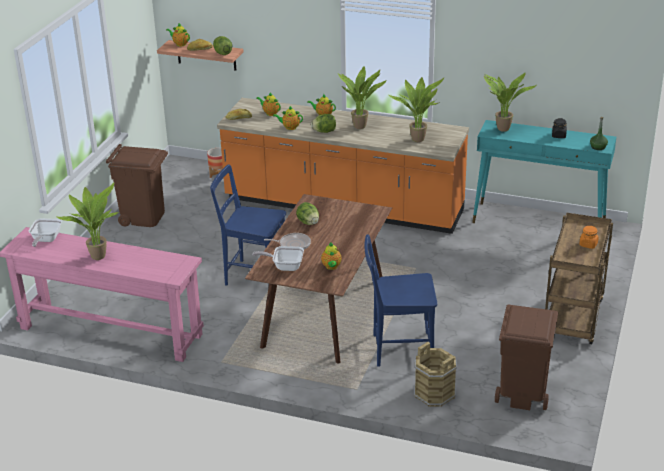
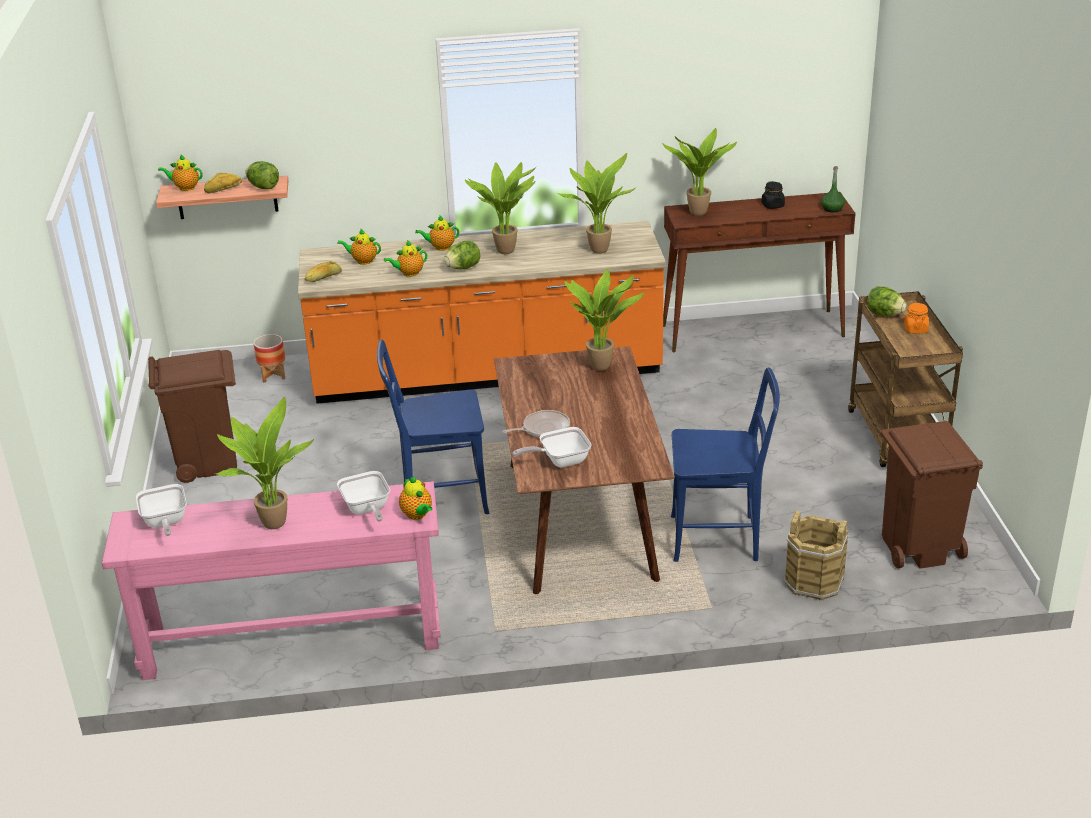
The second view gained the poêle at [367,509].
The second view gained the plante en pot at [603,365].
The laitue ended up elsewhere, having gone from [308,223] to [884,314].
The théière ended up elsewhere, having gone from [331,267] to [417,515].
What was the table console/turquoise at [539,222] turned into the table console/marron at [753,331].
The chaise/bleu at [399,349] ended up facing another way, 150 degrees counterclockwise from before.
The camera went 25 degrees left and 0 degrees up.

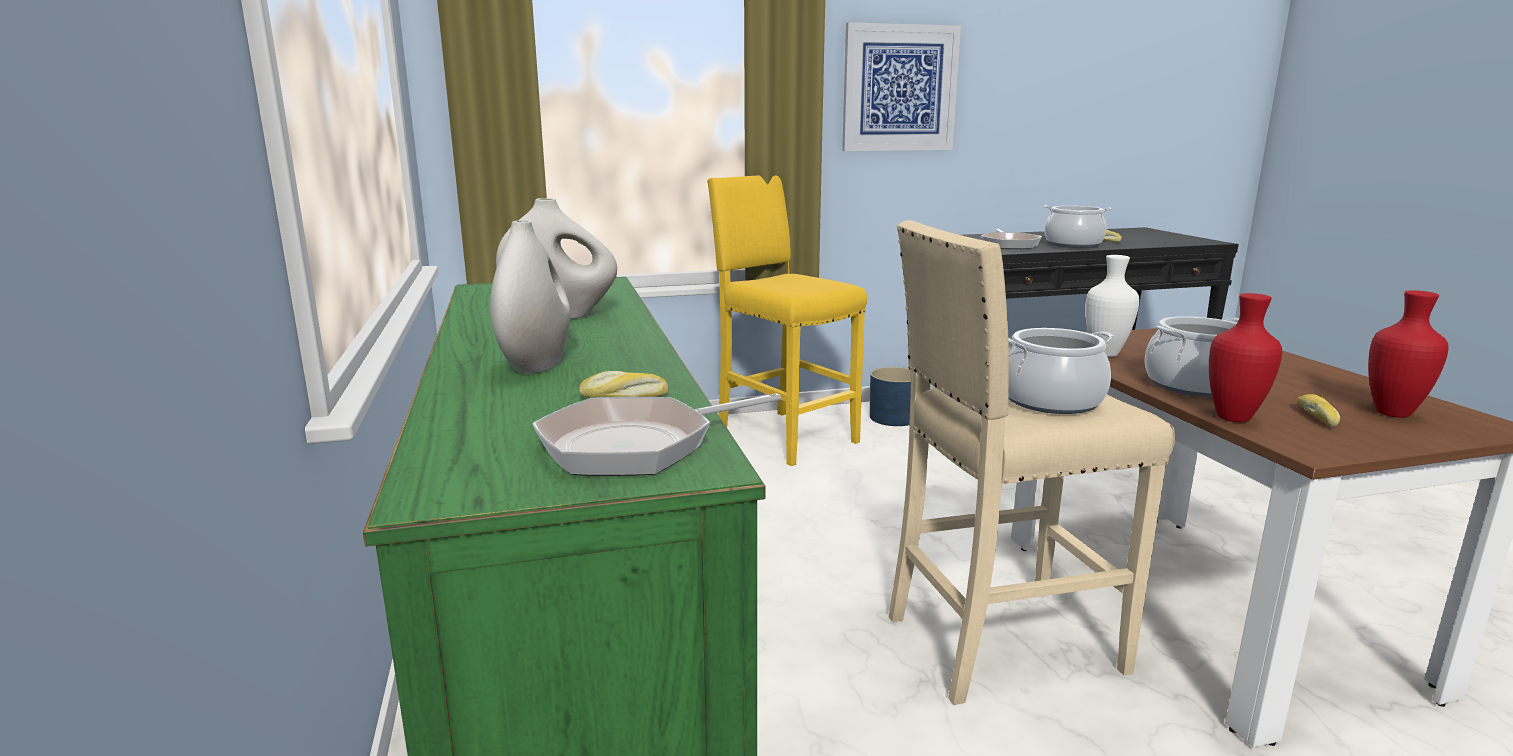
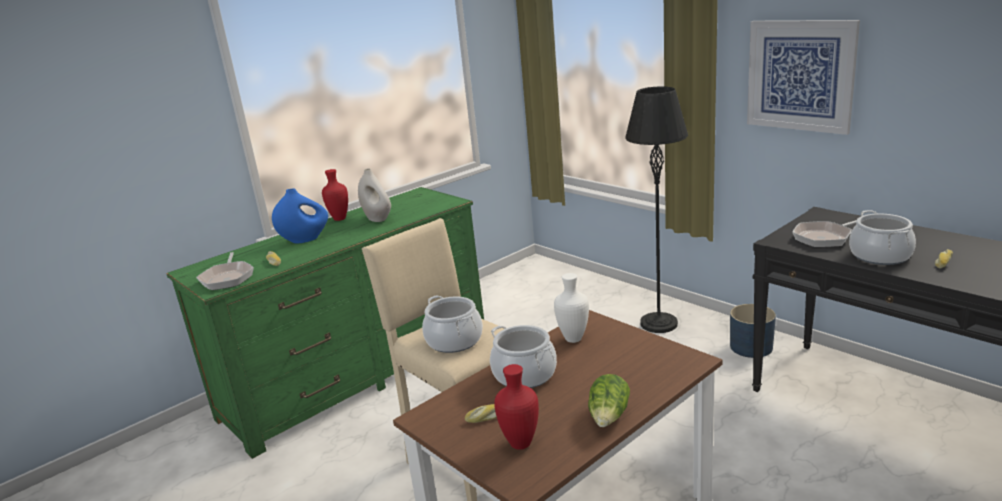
The second view gained the laitue at [609,417].
The vase/rouge ended up elsewhere, having gone from [1234,417] to [340,219].
Where the tabouret/jaune stood at [784,436], the lampadaire/noir came to stand at [659,323].
What was the vase/blanc at [536,364] turned into the vase/bleu at [305,239].
The poêle at [637,445] ended up facing another way, 135 degrees counterclockwise from before.
The camera went 65 degrees right and 5 degrees up.

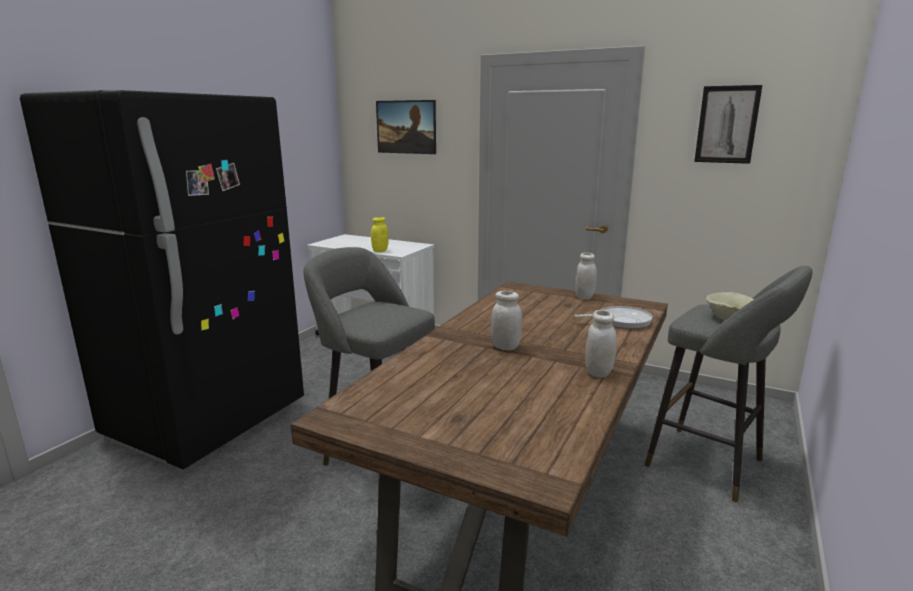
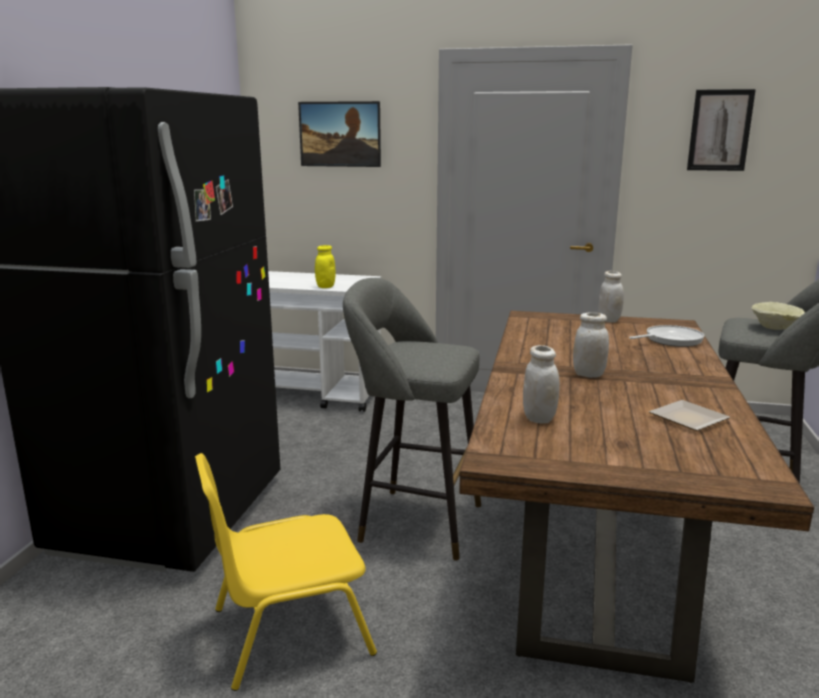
The second view gained the chaise/jaune at [288,630].
The second view gained the assiette at [689,420].
The bocal/blanc ended up elsewhere, having gone from [598,372] to [539,418].
The camera went 15 degrees left and 0 degrees up.

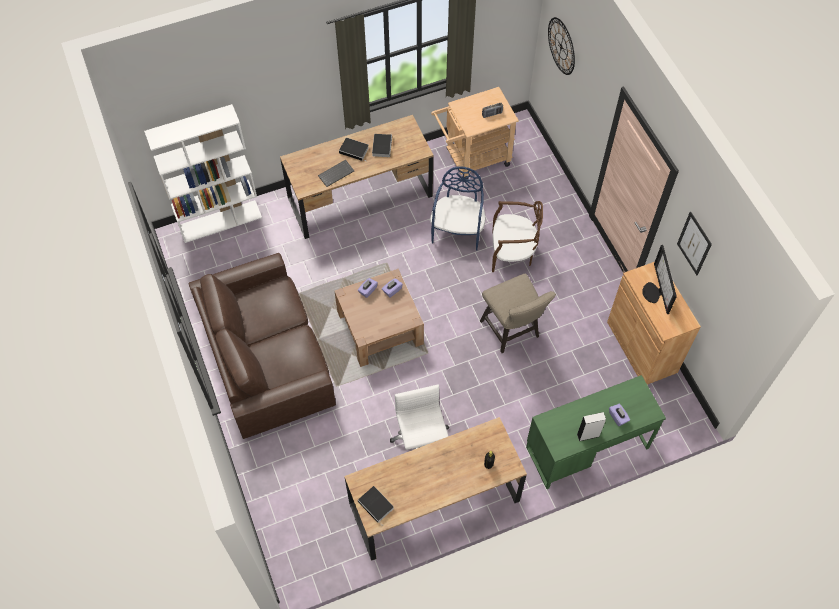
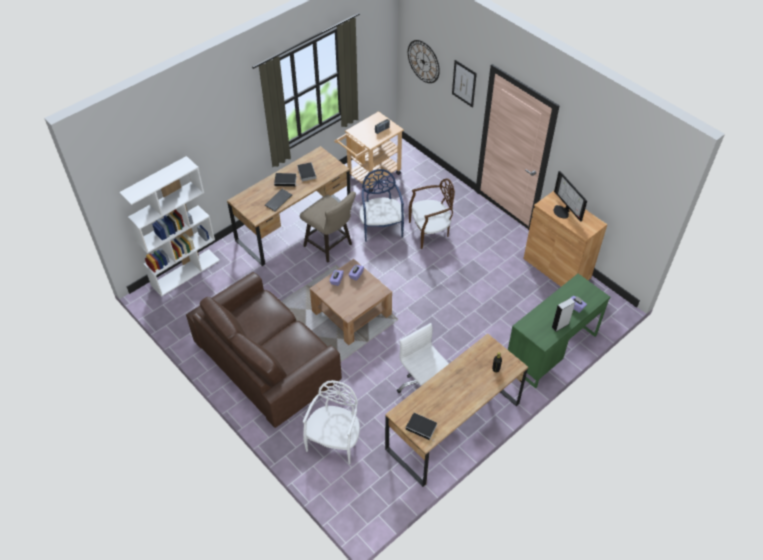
The second view gained the chaise/blanc at [334,440].
The tabouret/beige ended up elsewhere, having gone from [512,332] to [330,246].
The tableau ended up elsewhere, having gone from [694,243] to [464,83].
The camera went 20 degrees left and 10 degrees down.

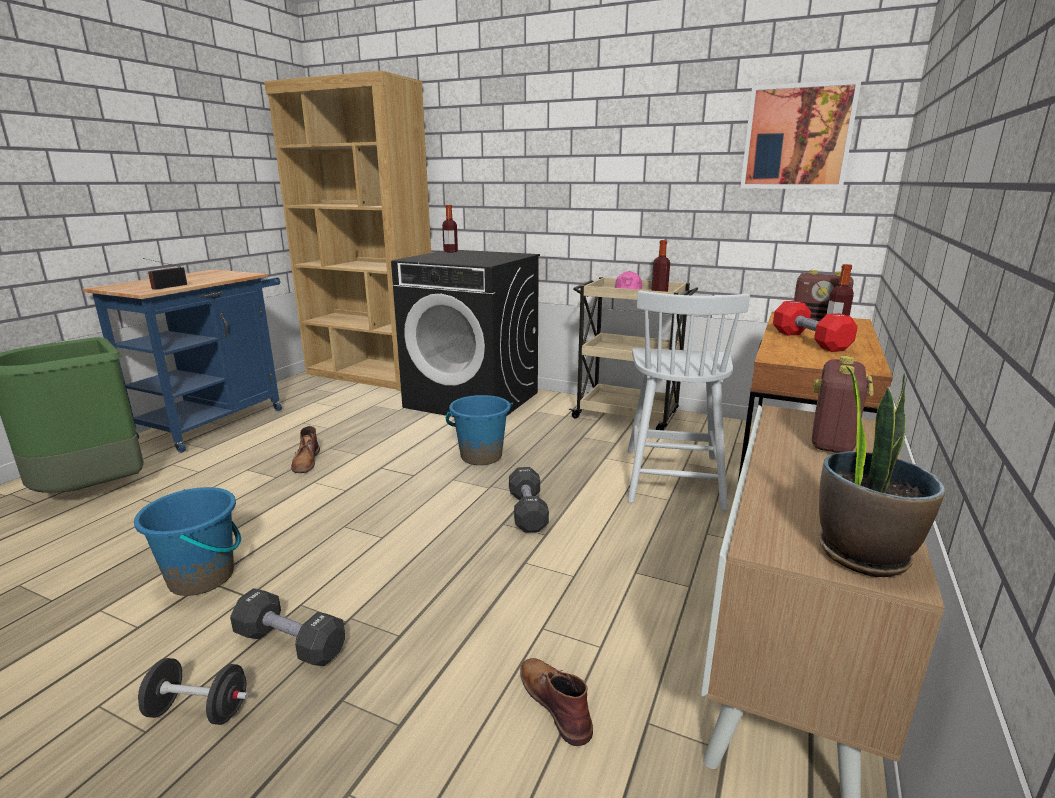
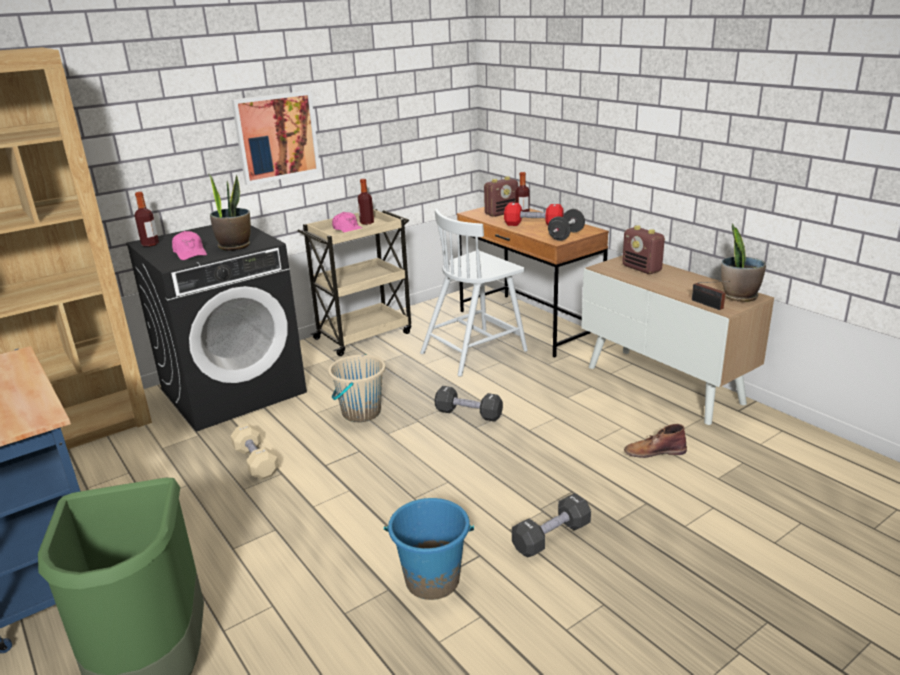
The second view lost the botte/marron at [306,461].
The second view gained the casquette/rose at [190,253].
The second view gained the plante en pot at [234,246].
The second view gained the haltère/beige at [256,462].
The haltère/noir ended up elsewhere, having gone from [198,710] to [566,236].
The radio ended up elsewhere, having gone from [167,287] to [708,305].
The tableau ended up elsewhere, having gone from [797,137] to [276,137].
What was the seau/bleu at [481,456] turned into the seau/beige at [361,412].
The chaise/blanc at [672,477] ended up facing another way, 105 degrees clockwise from before.
The camera went 60 degrees left and 5 degrees up.

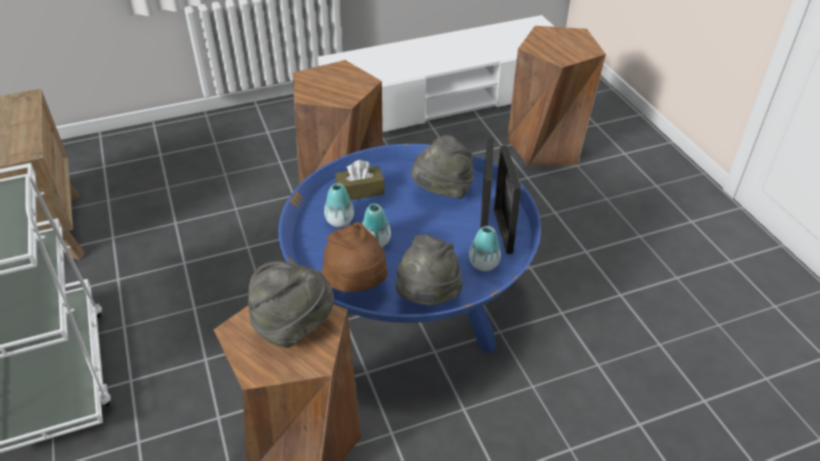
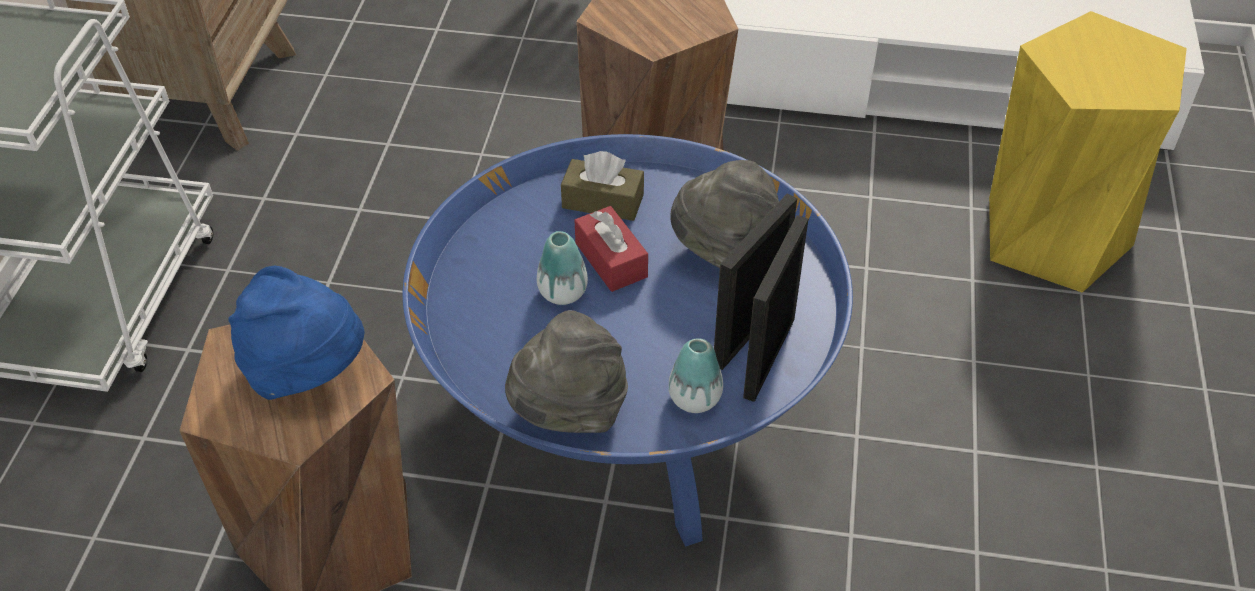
The second view lost the chapeau/marron at [357,284].
The second view lost the vase at [339,221].
The second view gained the boîte à mouchoirs/rouge at [611,260].
What was the chapeau/gris at [293,326] turned into the chapeau/bleu at [306,371].
What was the tabouret/marron at [547,145] turned into the tabouret/jaune at [1053,235].
The camera went 30 degrees right and 5 degrees up.

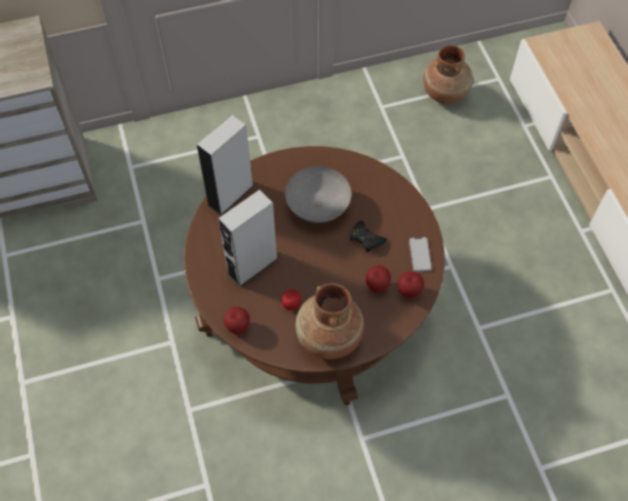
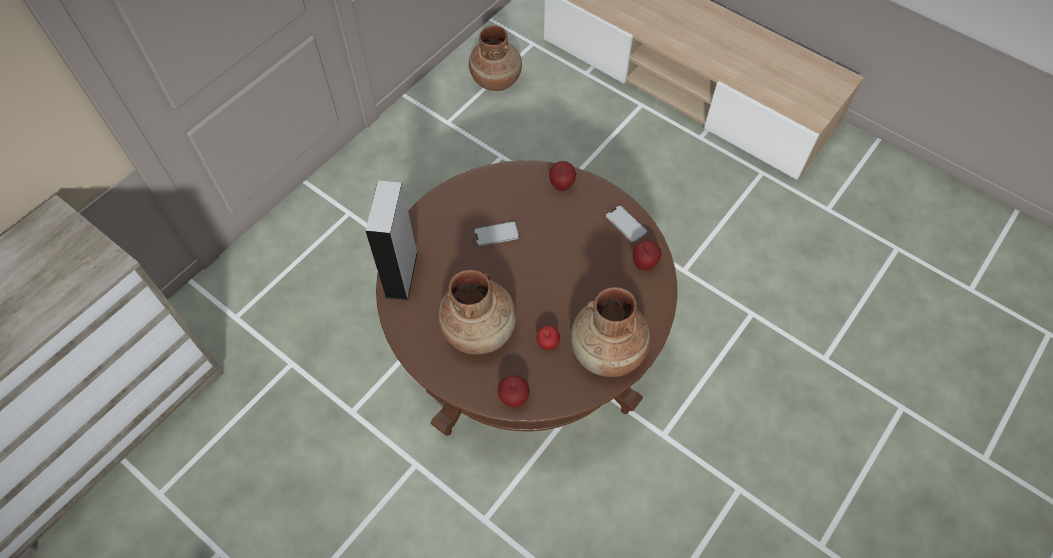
The second view lost the manette/noir at [366,239].
The pomme ended up elsewhere, having gone from [377,286] to [562,185].
Where the enceinte/gris stood at [252,266], the vase/marron came to stand at [479,330].
Where the bol/gris stood at [318,206], the téléphone came to stand at [496,234].
The camera went 35 degrees left and 0 degrees up.

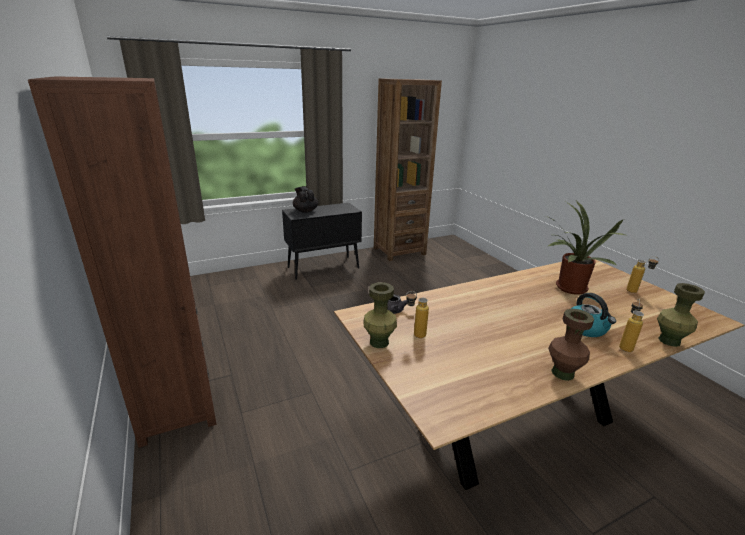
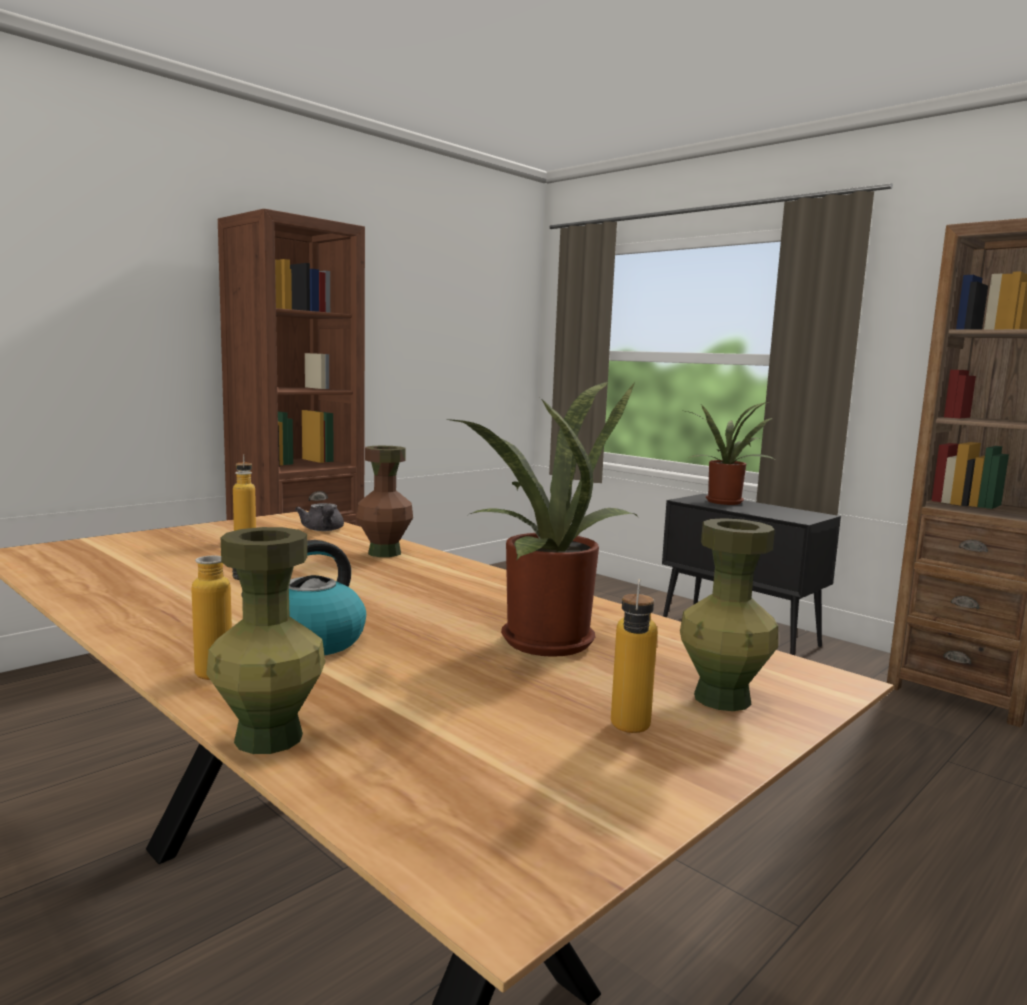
The vase/vert ended up elsewhere, having gone from [379,342] to [721,698].
The vase/marron ended up elsewhere, having gone from [563,373] to [384,553].
Where the théière/noir stood at [305,211], the plante en pot came to stand at [725,501].
The camera went 70 degrees right and 15 degrees down.

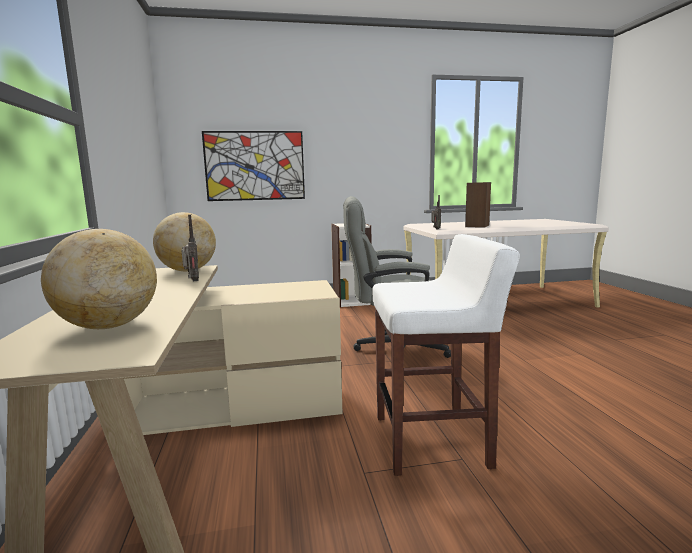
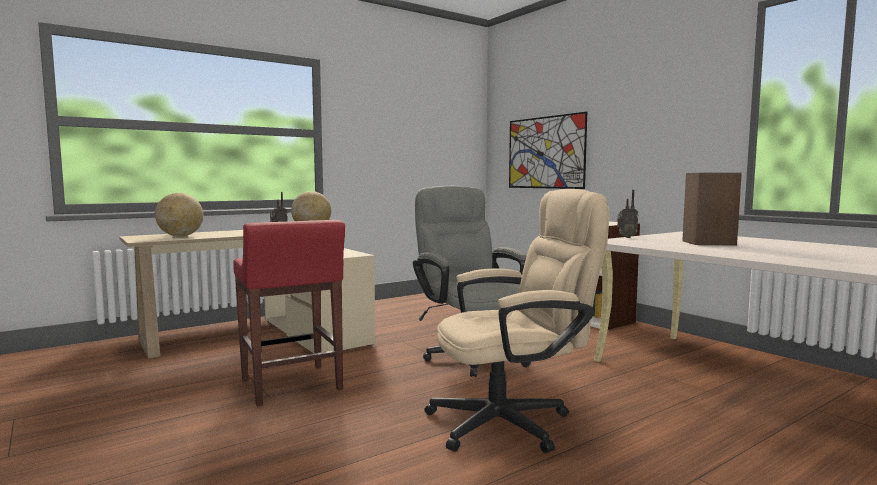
The second view gained the chaise de bureau/beige at [513,422].
What was the tabouret/blanc at [432,441] turned into the tabouret/rouge at [291,385].
The camera went 65 degrees right and 5 degrees down.

